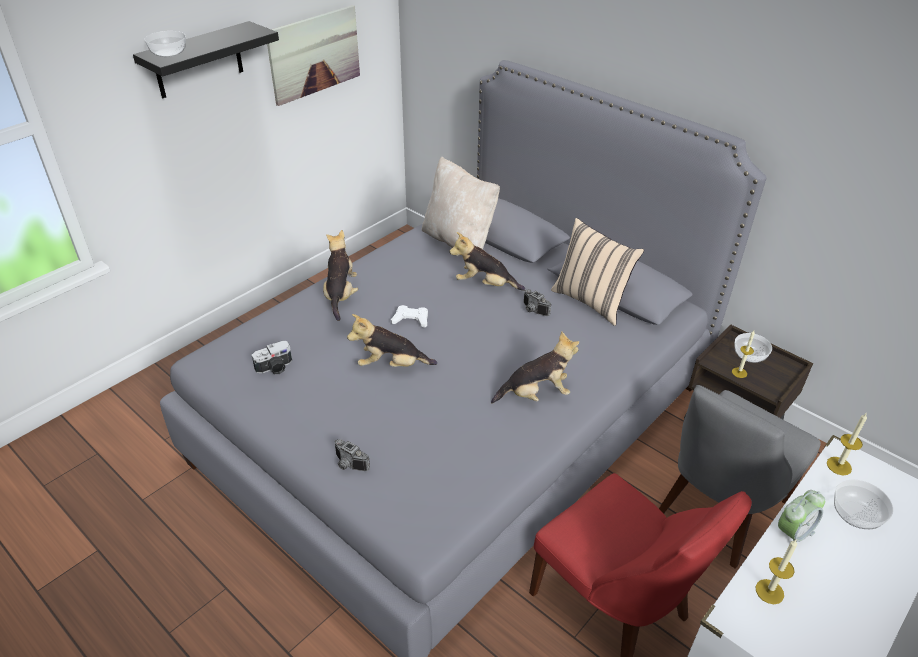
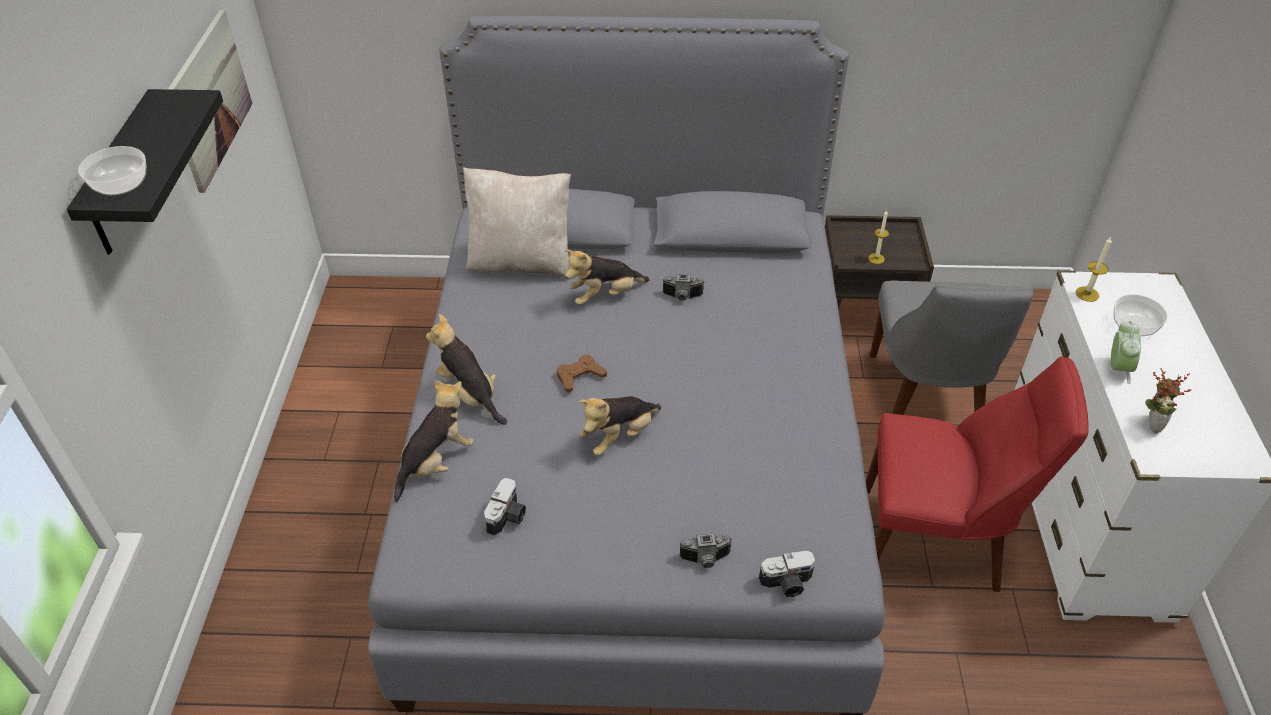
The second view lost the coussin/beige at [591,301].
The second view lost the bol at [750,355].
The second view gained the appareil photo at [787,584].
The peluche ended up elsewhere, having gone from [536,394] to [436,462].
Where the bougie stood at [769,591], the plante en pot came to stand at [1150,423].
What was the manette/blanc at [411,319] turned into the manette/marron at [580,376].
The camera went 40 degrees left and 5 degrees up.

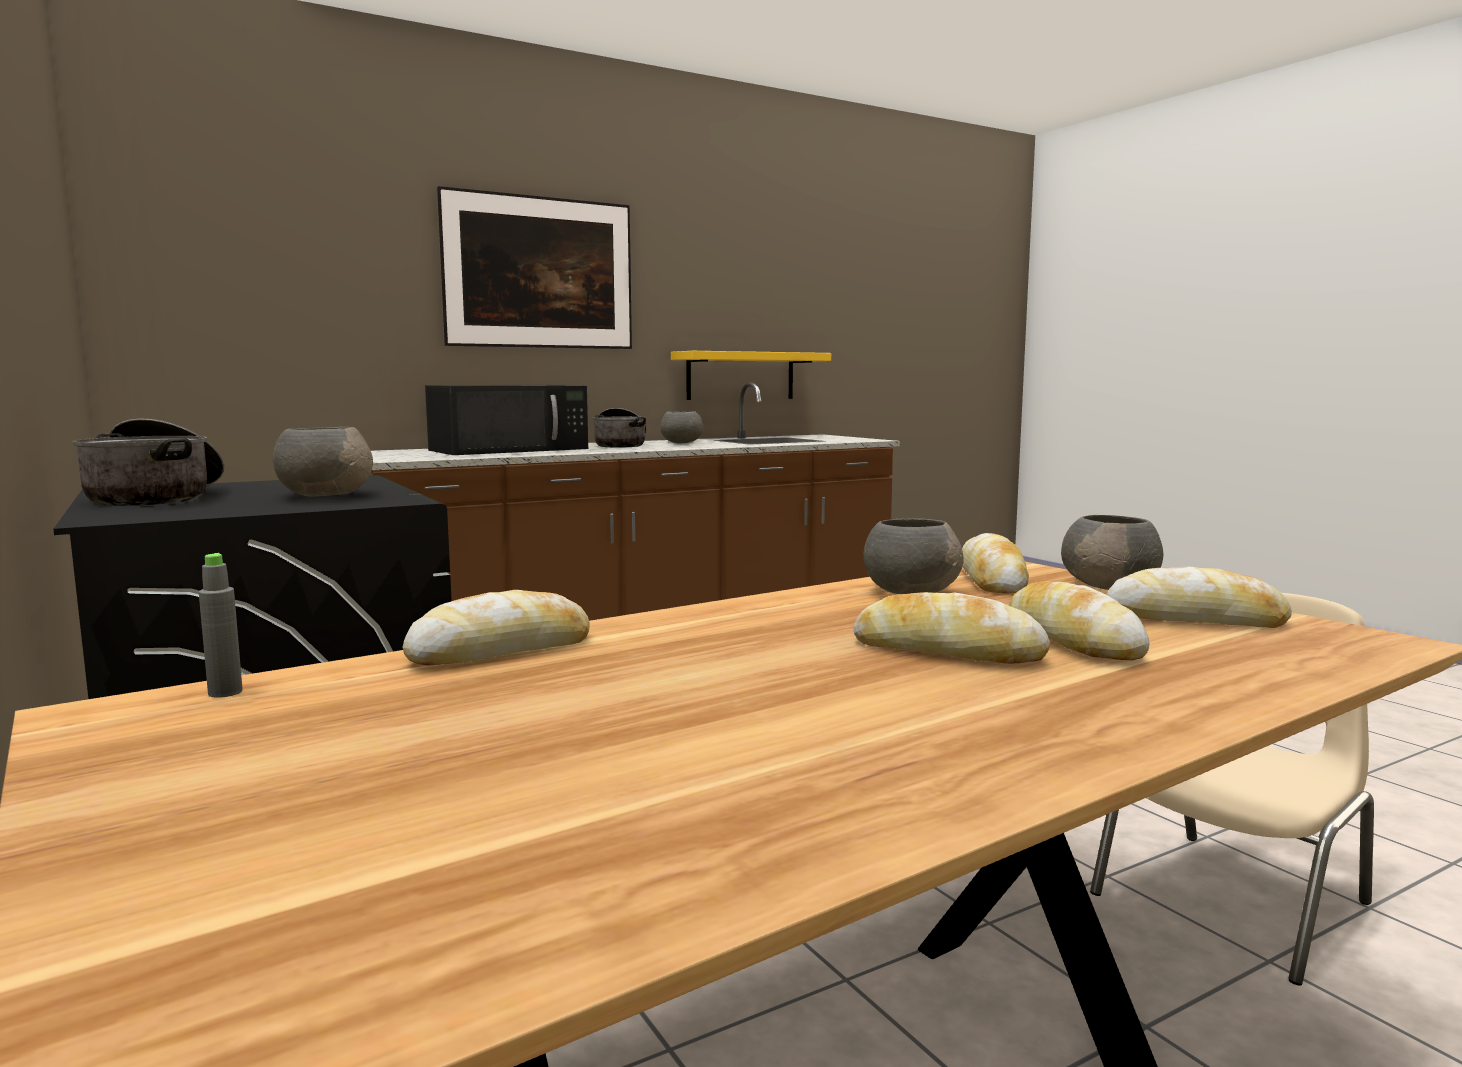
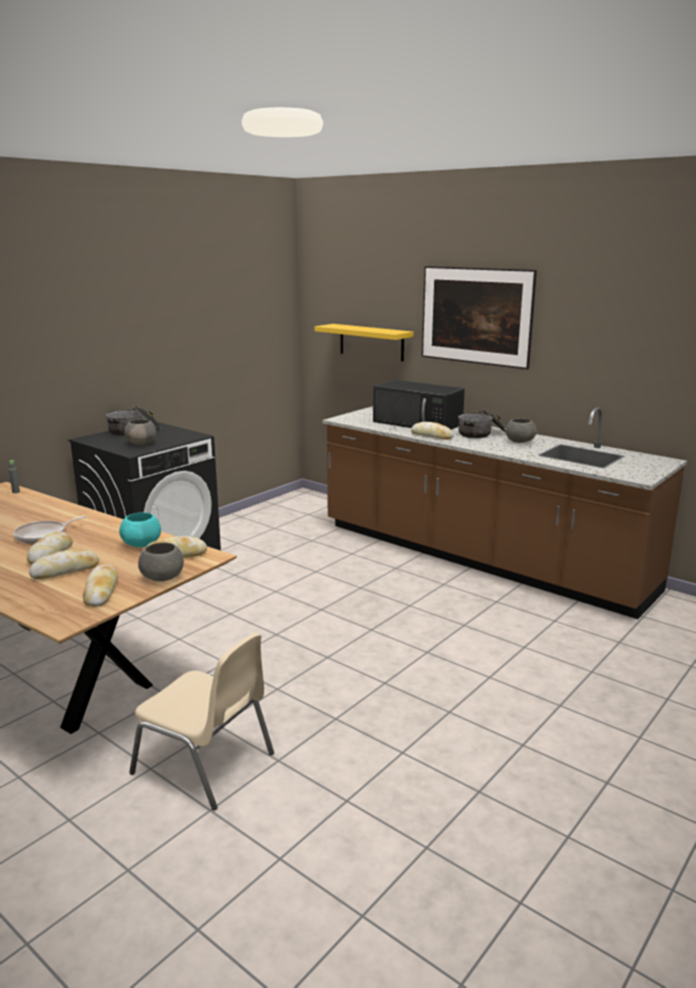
The second view gained the poêle at [43,535].
The pain ended up elsewhere, having gone from [502,650] to [431,436].
The étagère/jaune ended up elsewhere, having gone from [740,376] to [371,342].
What was the bol/gris at [909,592] turned into the bol/turquoise at [142,544].
The camera went 70 degrees right and 10 degrees up.

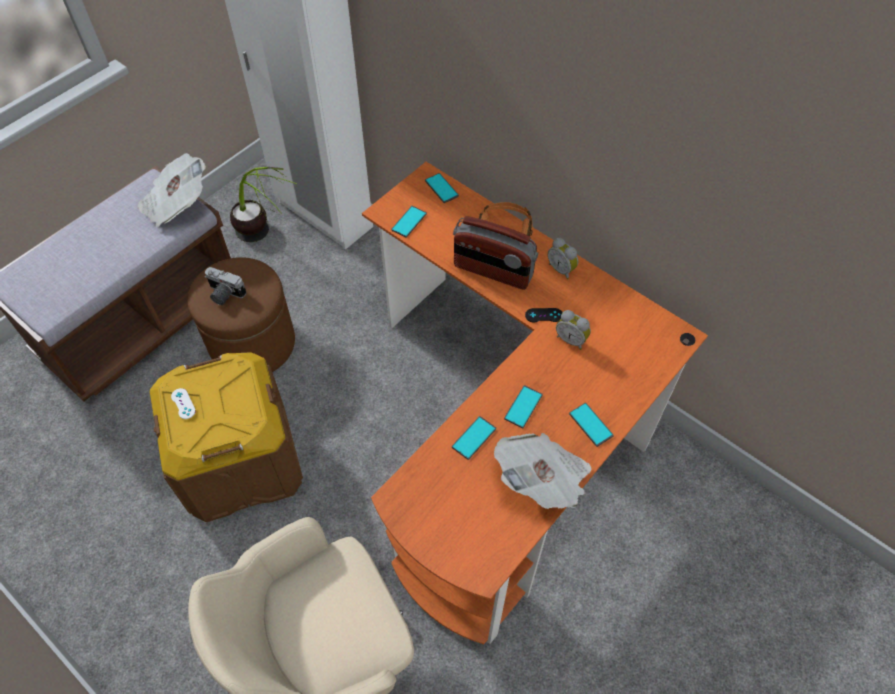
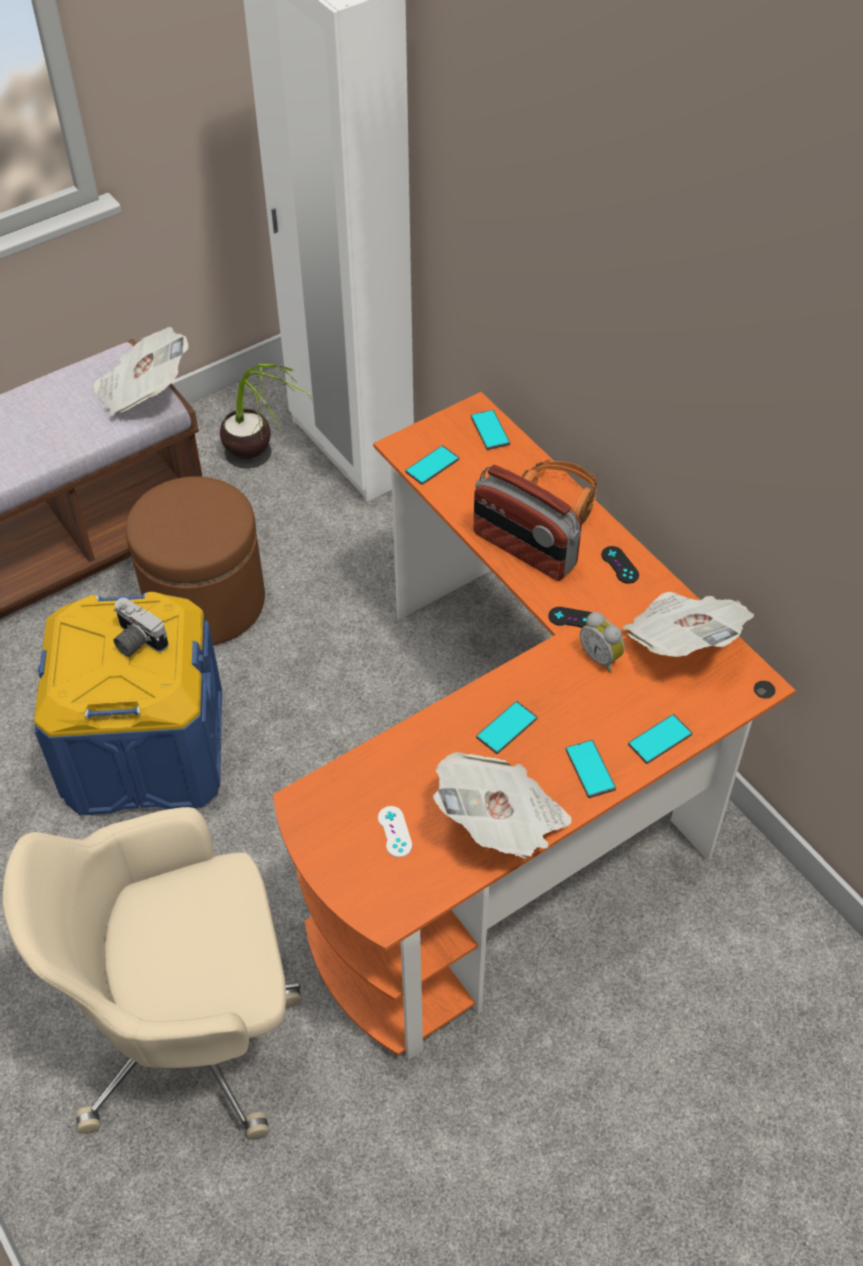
The second view gained the journal at [682,641].
The manette/blanc ended up elsewhere, having gone from [183,403] to [395,831].
The appareil photo ended up elsewhere, having gone from [224,294] to [135,641].
The téléphone ended up elsewhere, having gone from [473,438] to [660,739].
Where the réveil stood at [562,269], the manette/noir came to stand at [620,565].
What was the boîte de rangement/marron at [240,462] turned into the boîte de rangement/bleu at [146,750].
The camera went 15 degrees right and 5 degrees down.

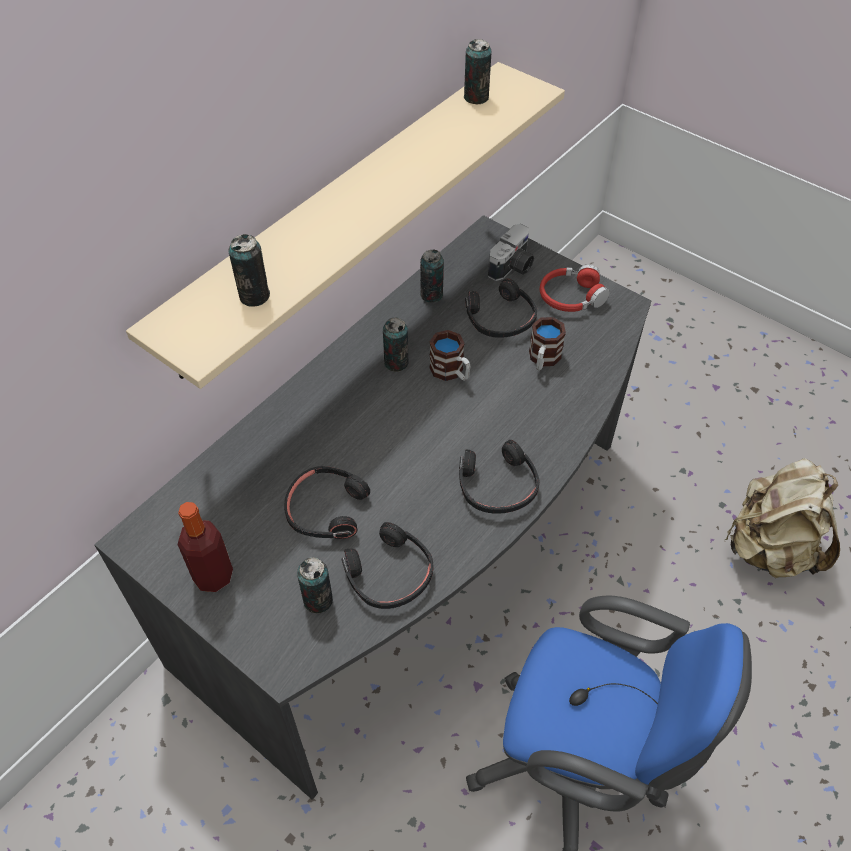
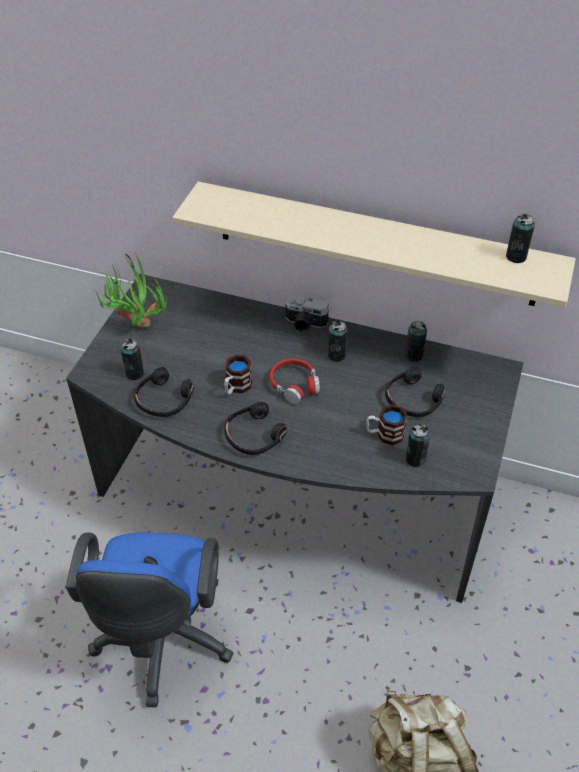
The second view lost the casque audio/noir at [326,509].
The boîte métallique ended up elsewhere, having gone from [254,296] to [415,459].
The mug ended up elsewhere, having gone from [451,372] to [236,387].
The appareil photo ended up elsewhere, having gone from [513,267] to [305,324].
The casque audio/rouge ended up elsewhere, having gone from [571,297] to [294,385].
Where the bouteille stood at [213,576], the plante en pot came to stand at [135,325].
The camera went 70 degrees right and 5 degrees down.

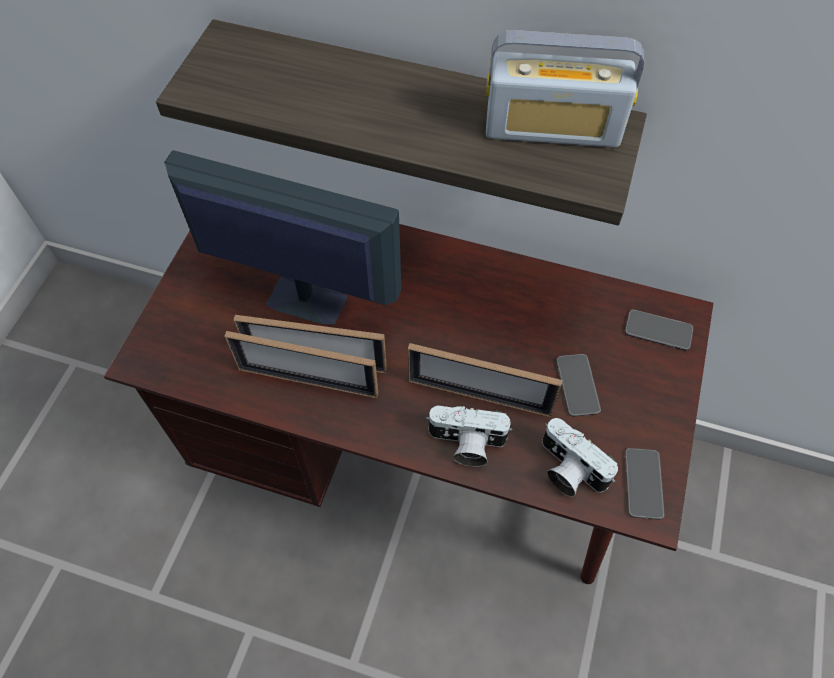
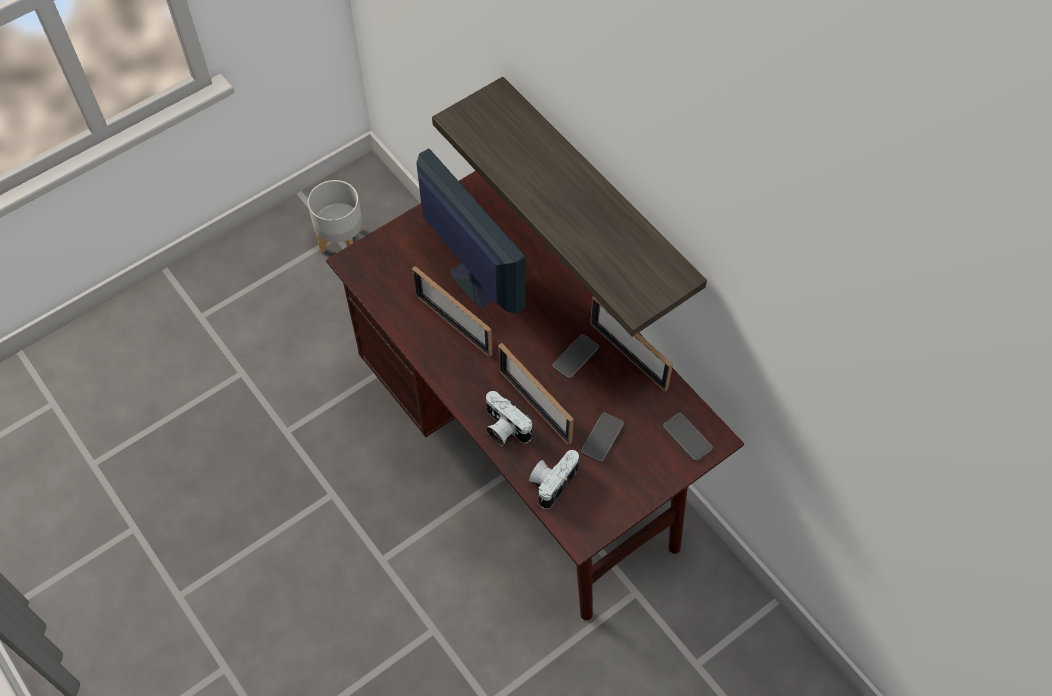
The second view lost the radio at [552,129].
The second view gained the cache-pot/gris at [341,239].
The cadre photo ended up elsewhere, having gone from [307,381] to [628,355].
The téléphone ended up elsewhere, having gone from [643,483] to [575,357].
The appareil photo at [567,470] ended up facing another way, 45 degrees clockwise from before.
The camera went 35 degrees right and 0 degrees up.

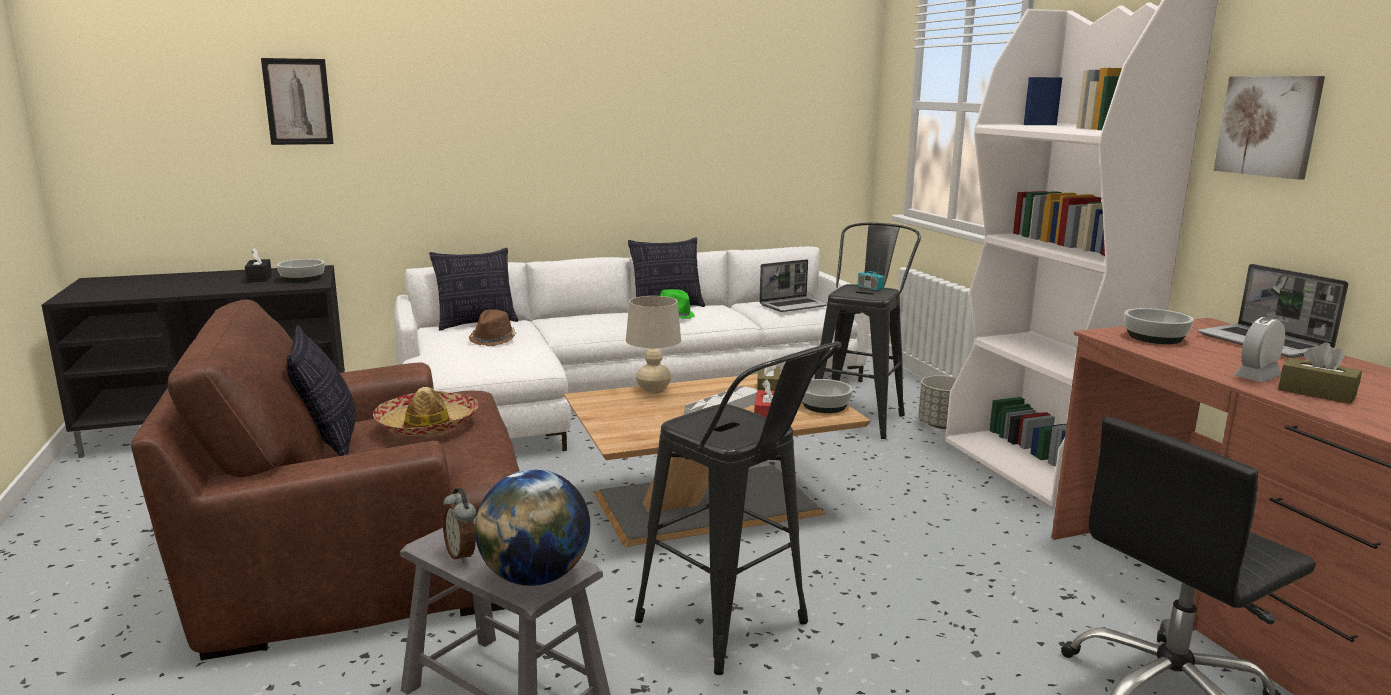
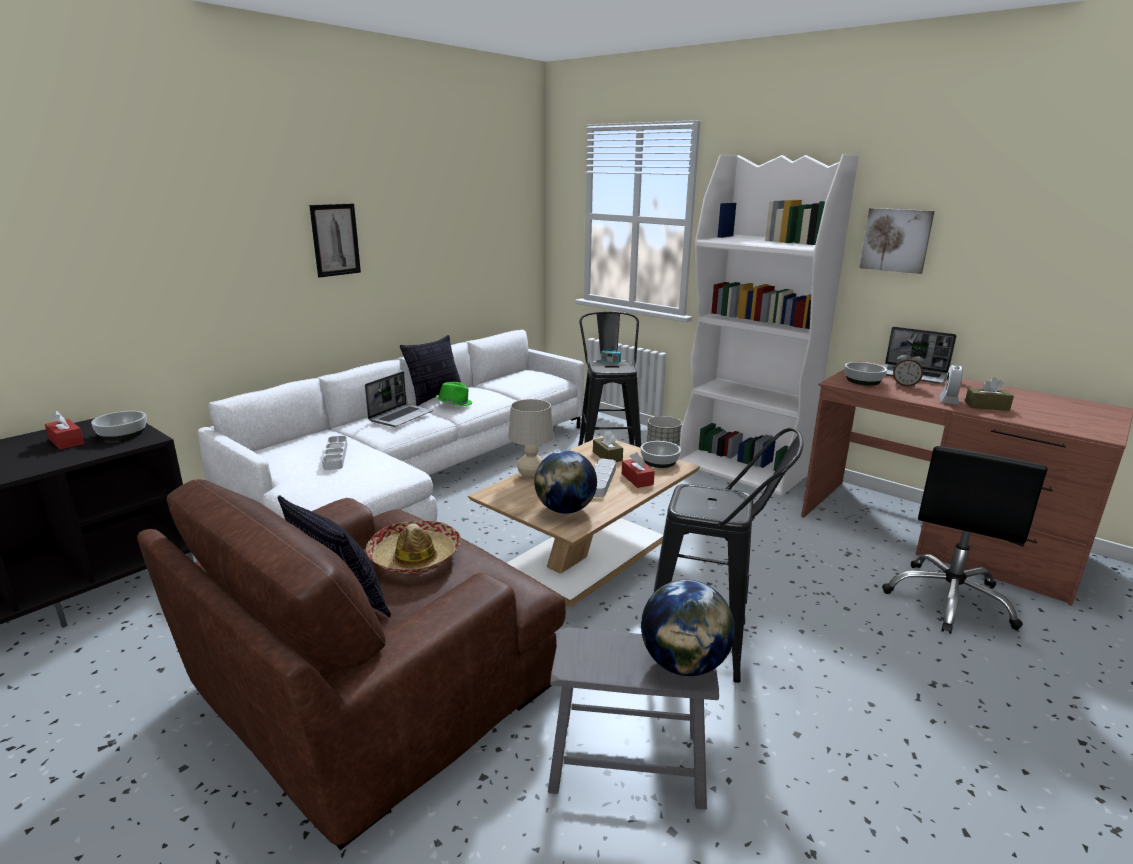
The second view lost the coussin at [476,323].
The second view gained the globe at [565,510].
The tableau ended up elsewhere, having gone from [298,101] to [335,240].
The réveil ended up elsewhere, having gone from [462,555] to [905,385].
The ordinateur portable ended up elsewhere, having gone from [794,305] to [401,416].
Where the chapeau/marron stood at [493,339], the plateau/gris came to stand at [335,456].
What was the boîte à mouchoirs/noir at [259,278] turned into the boîte à mouchoirs/rouge at [66,441].
The camera went 30 degrees left and 5 degrees up.

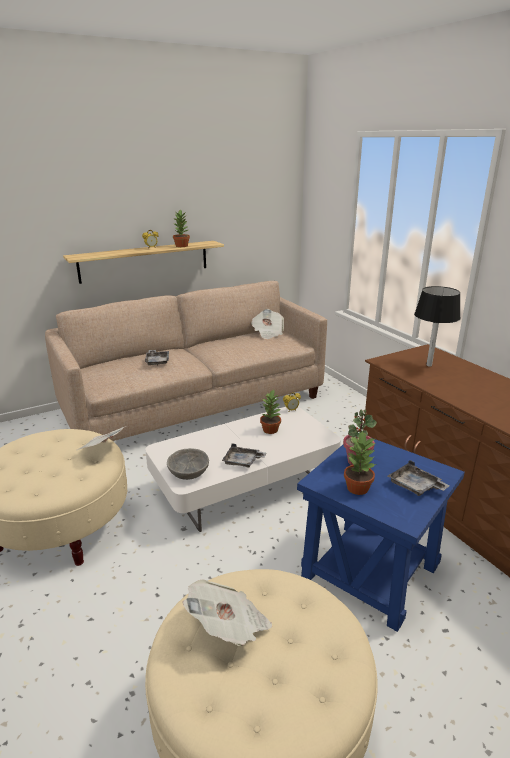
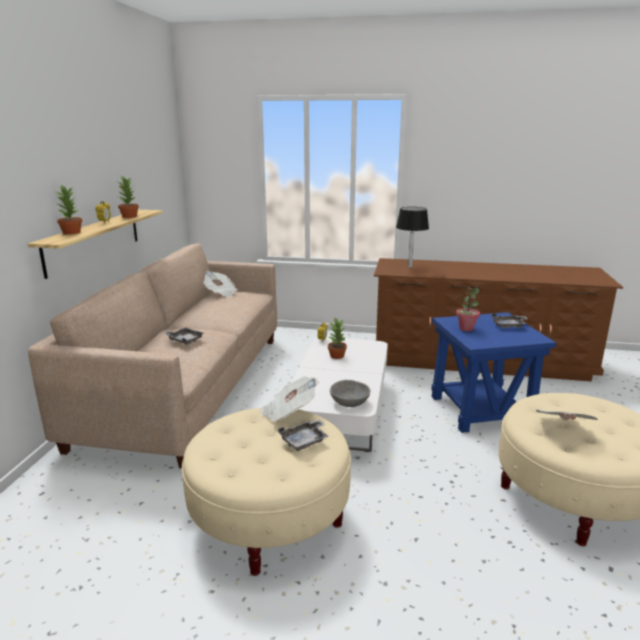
The plateau/gris ended up elsewhere, having gone from [242,461] to [305,441].
The plante en pot ended up elsewhere, having gone from [358,488] to [72,232].
The camera went 50 degrees left and 5 degrees down.

